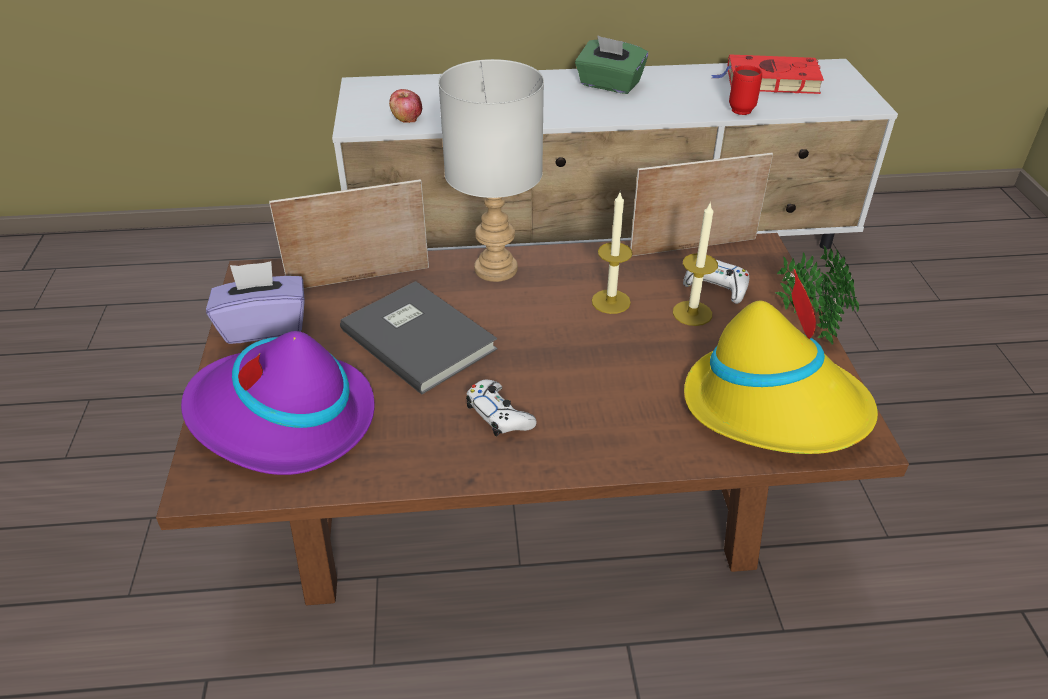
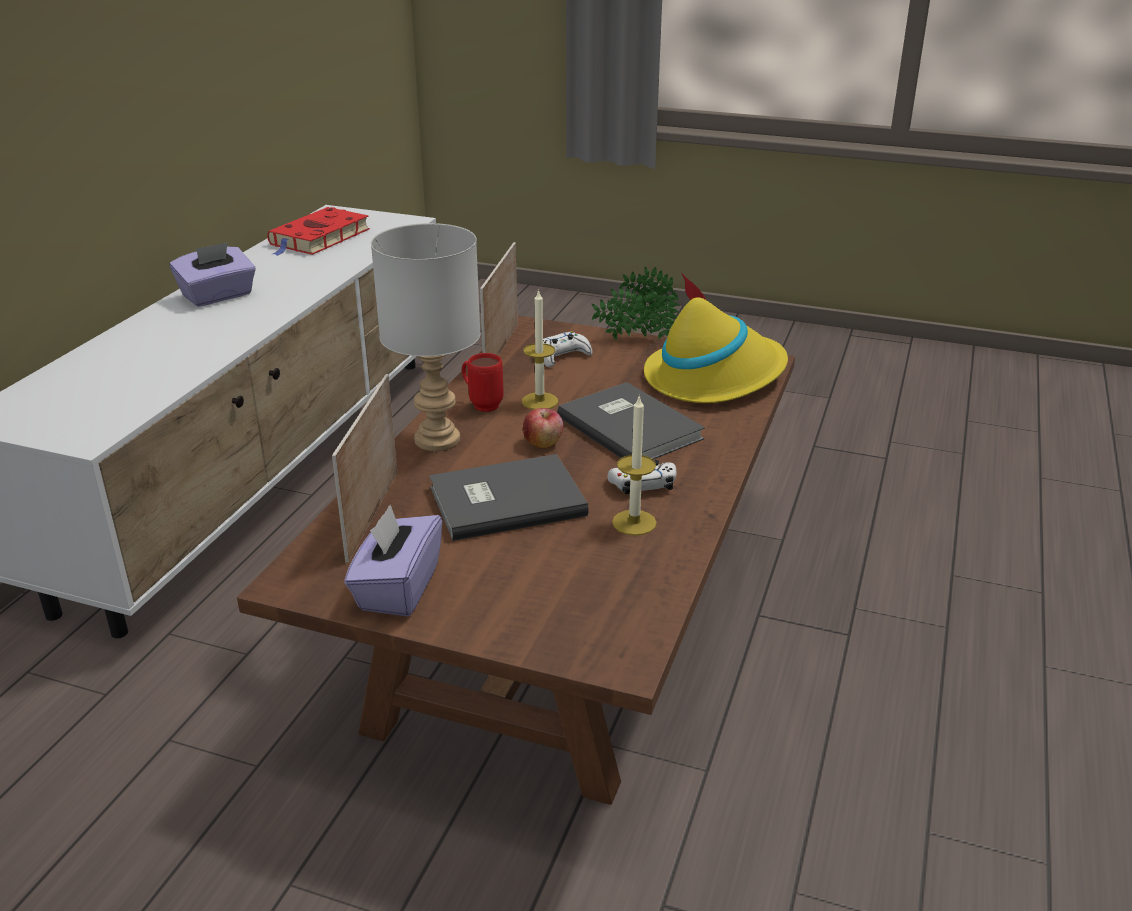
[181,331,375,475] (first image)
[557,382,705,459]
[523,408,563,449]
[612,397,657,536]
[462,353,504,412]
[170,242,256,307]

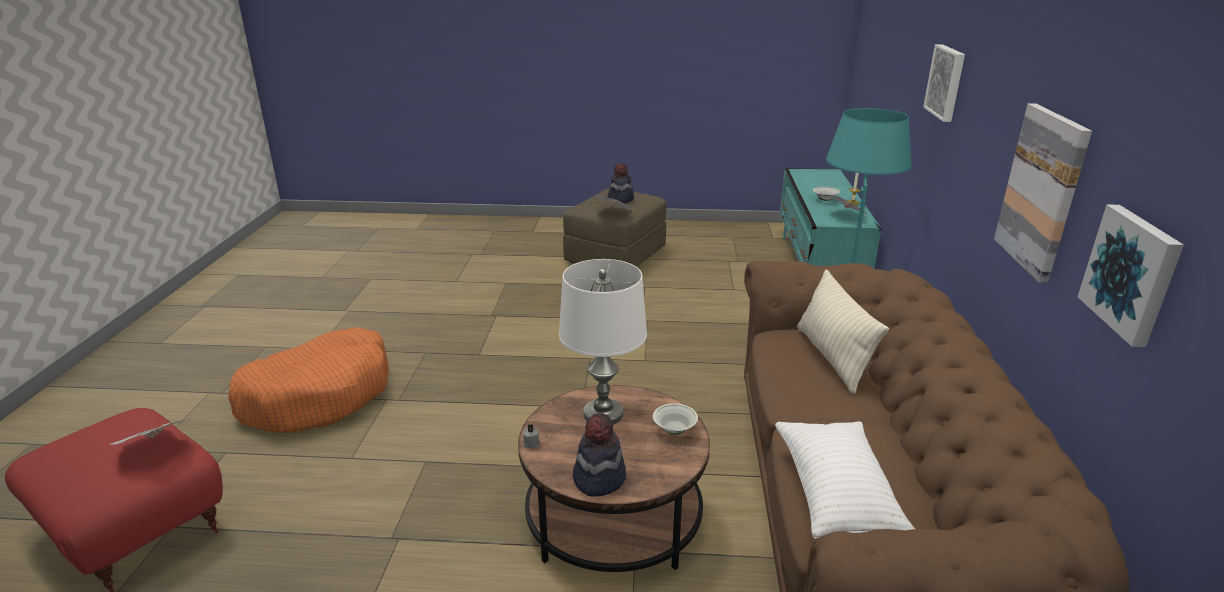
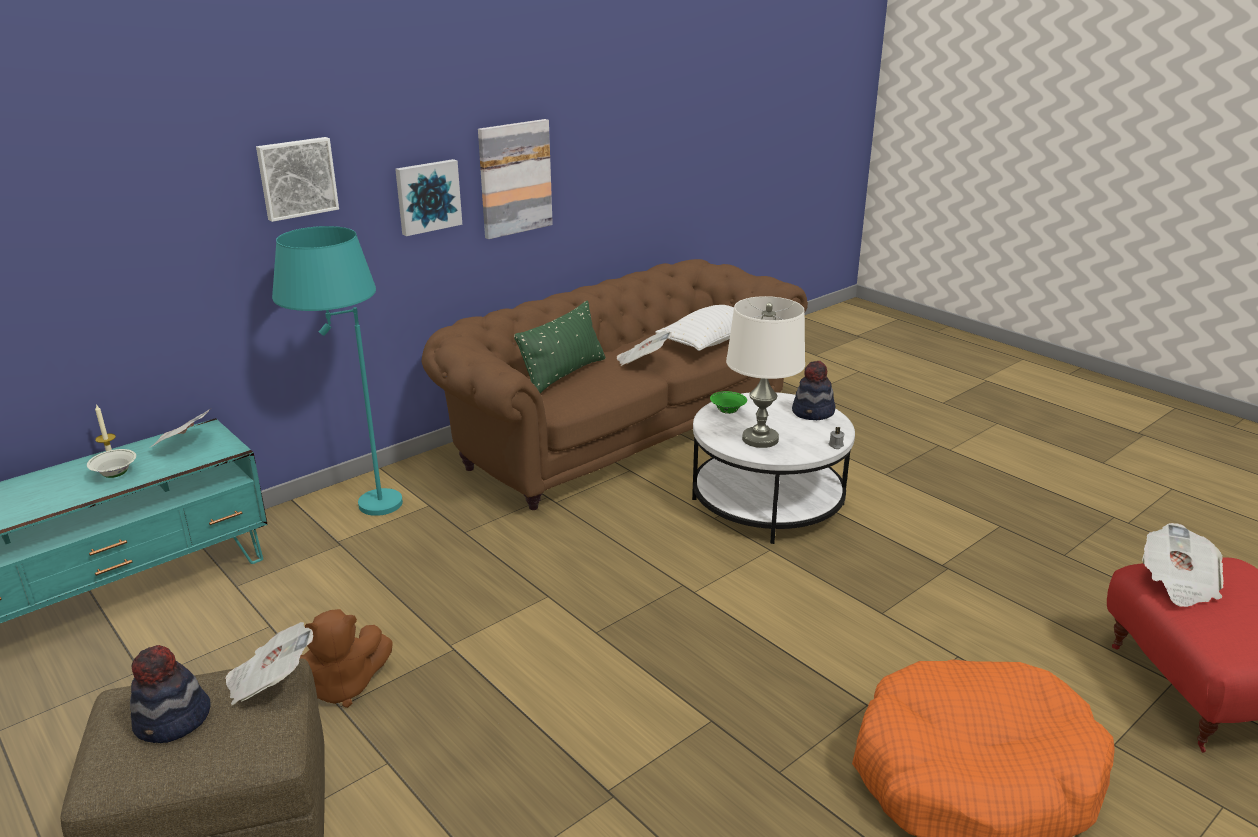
[300,609,393,708]
[617,331,672,366]
[395,159,462,236]
[692,392,855,544]
[710,391,747,414]
[514,301,605,394]

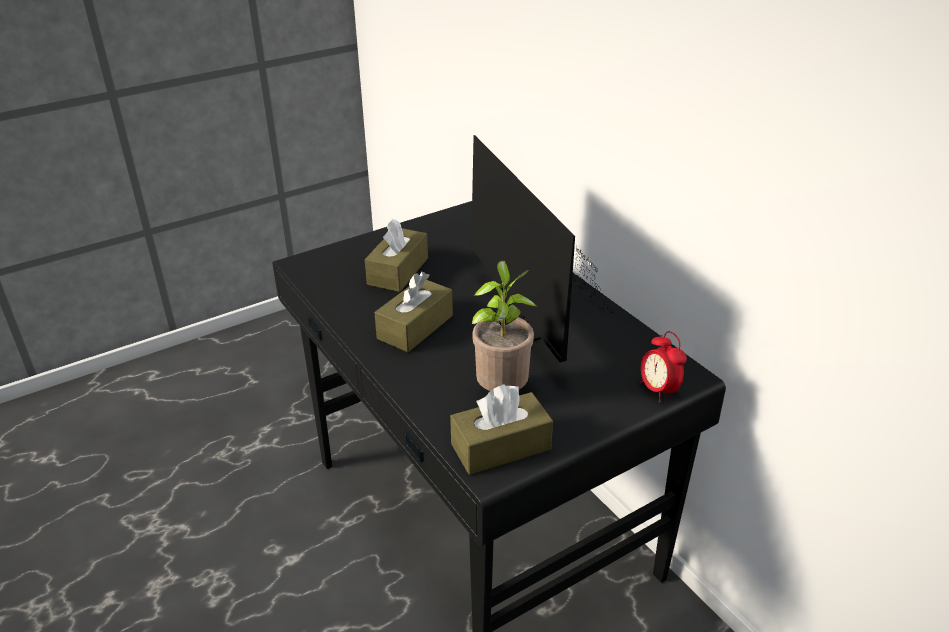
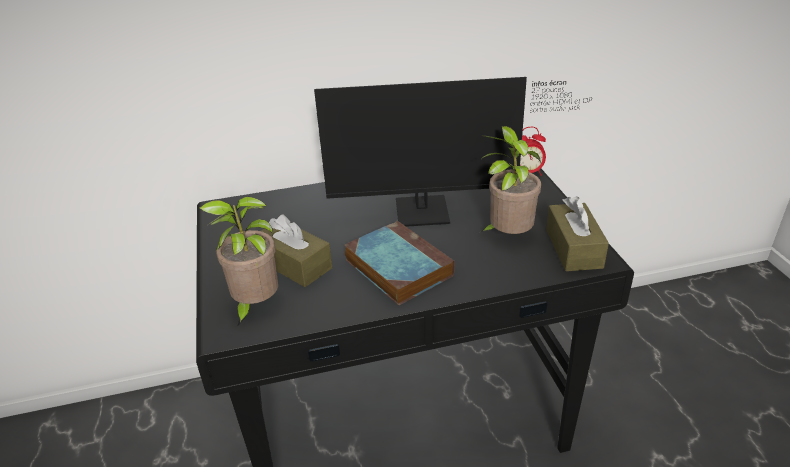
[199,196,278,327]
[345,221,455,305]

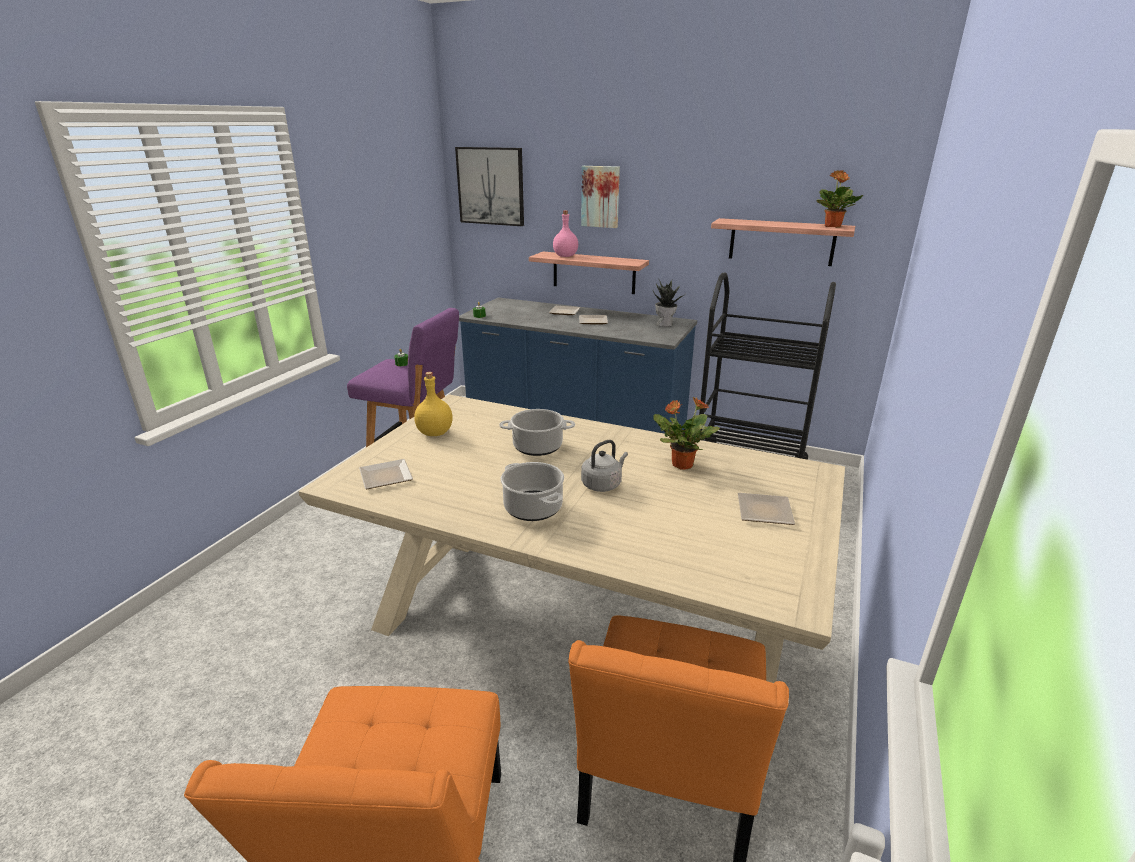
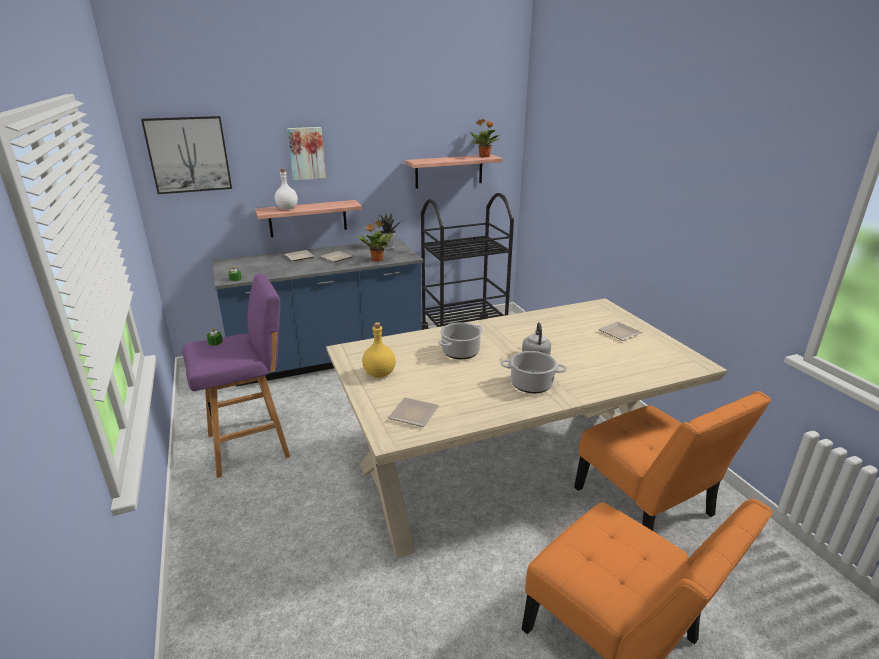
[357,221,393,262]
[275,169,298,210]

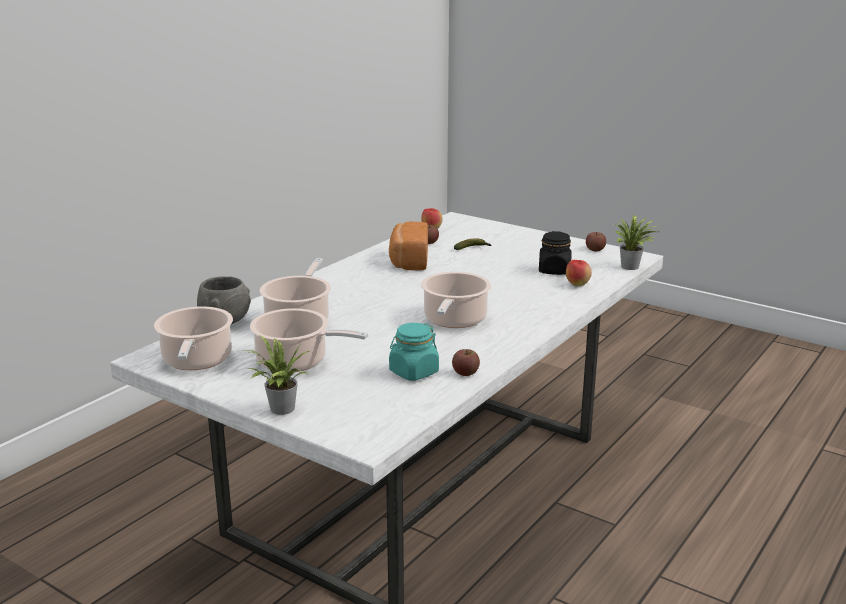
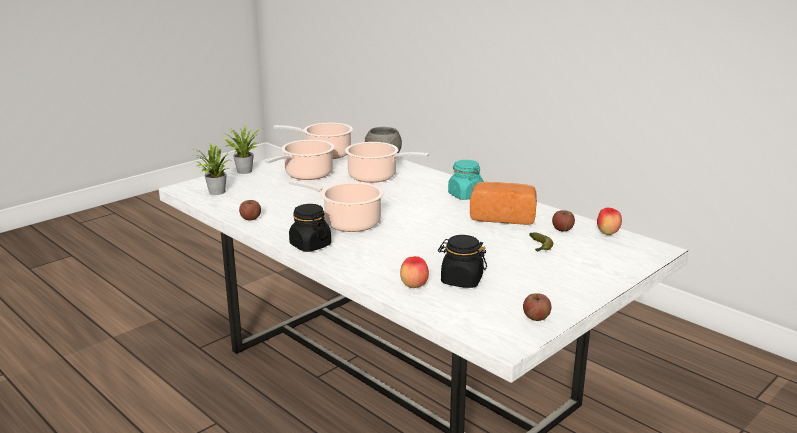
[289,204,331,252]
[448,160,484,200]
[195,143,229,195]

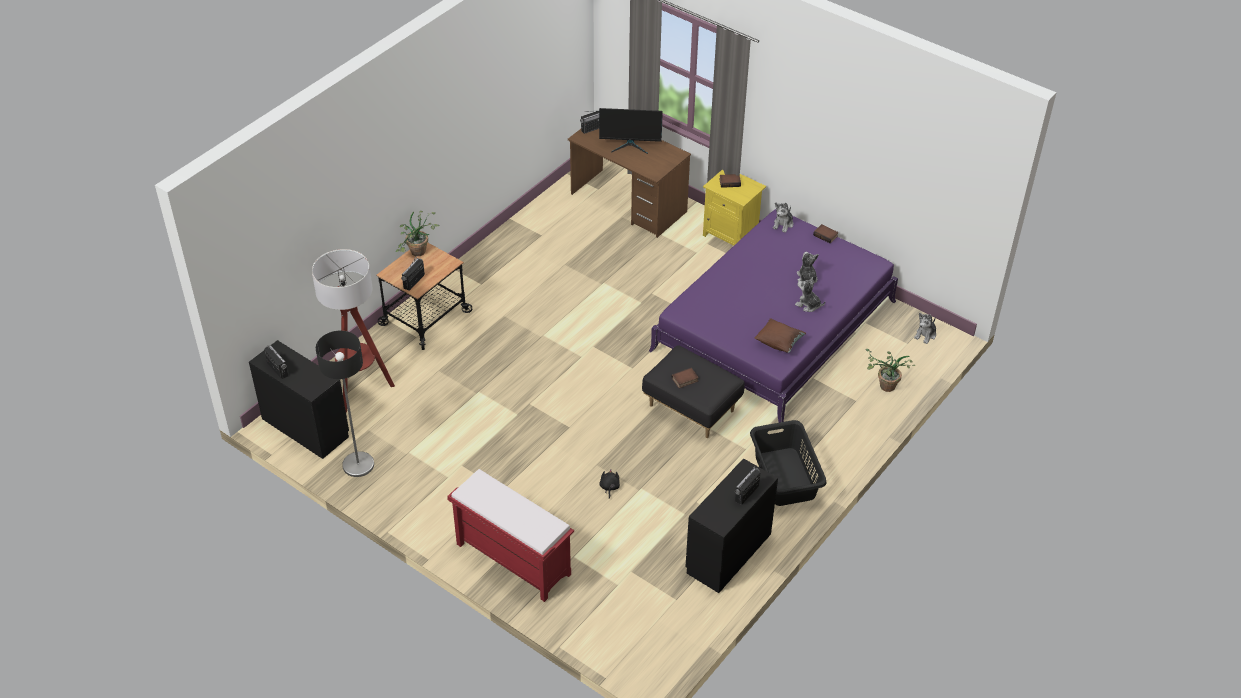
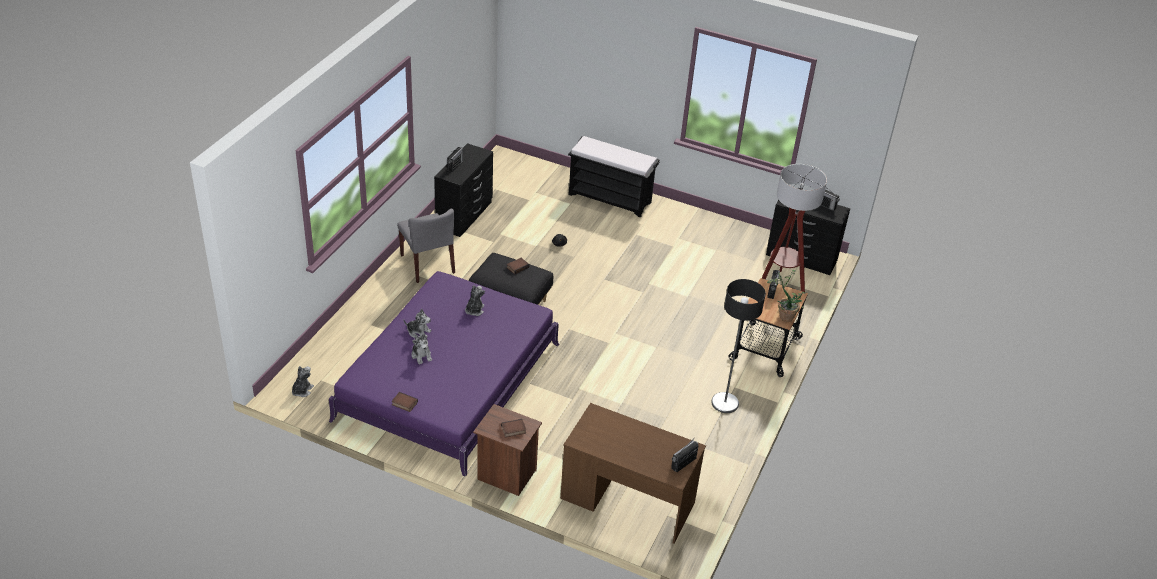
[599,108,663,154] (first image)
[755,318,806,353] (first image)
[866,349,915,392] (first image)
[711,279,766,413]
[465,285,485,316]
[397,208,455,283]
[568,136,660,217]
[473,404,542,496]

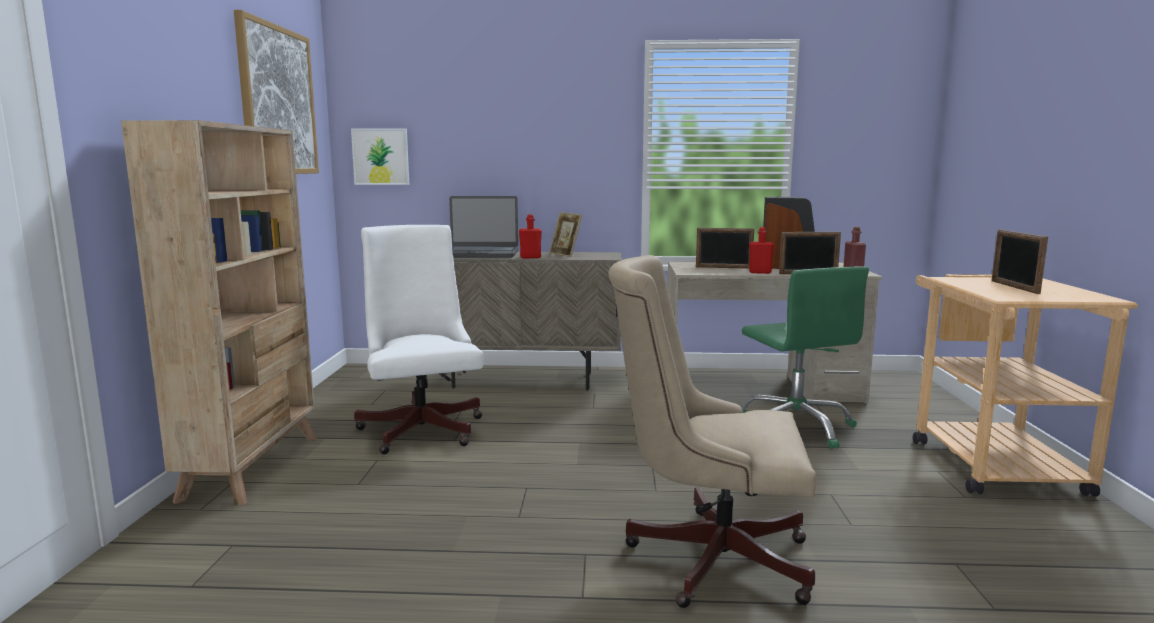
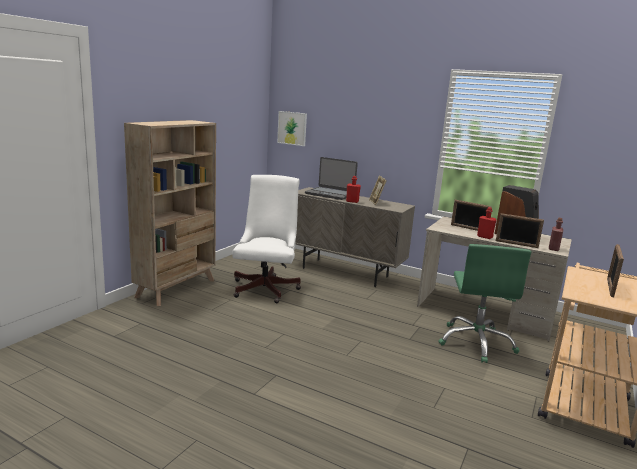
[234,10,319,174] (first image)
[608,255,816,608] (first image)

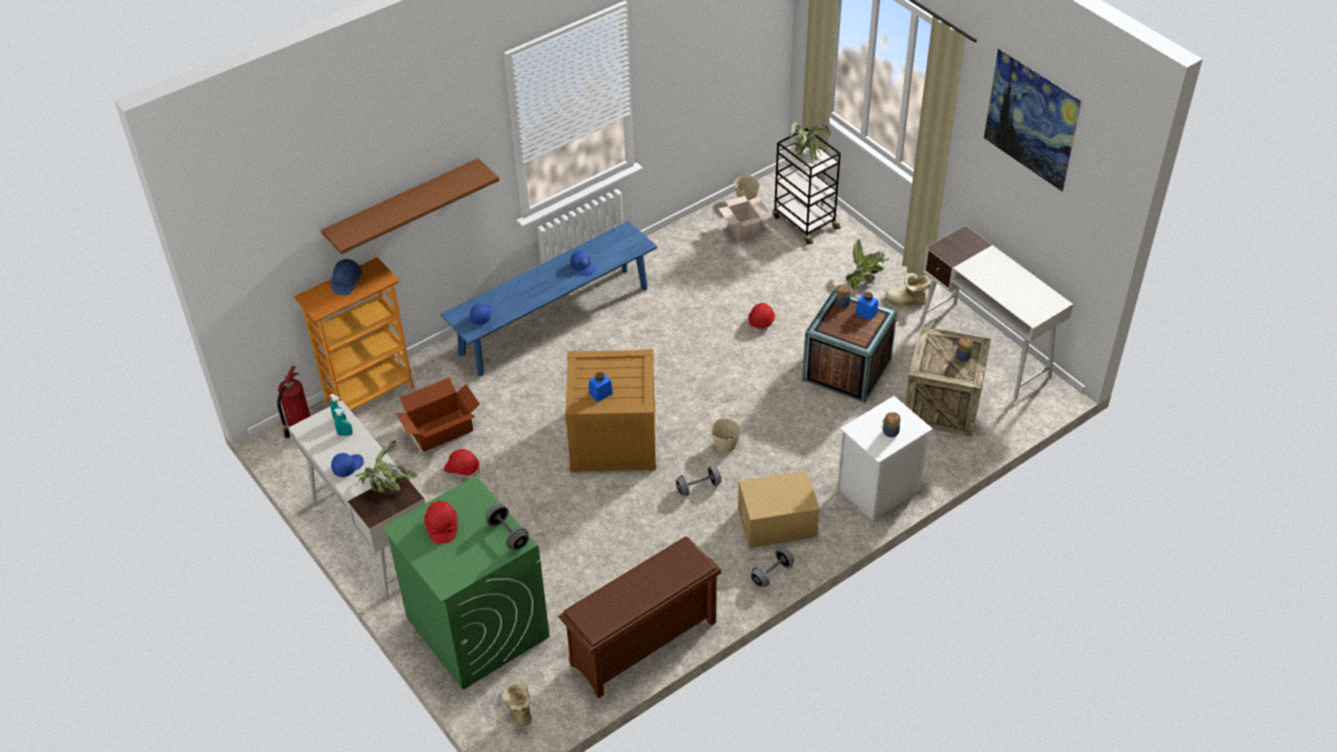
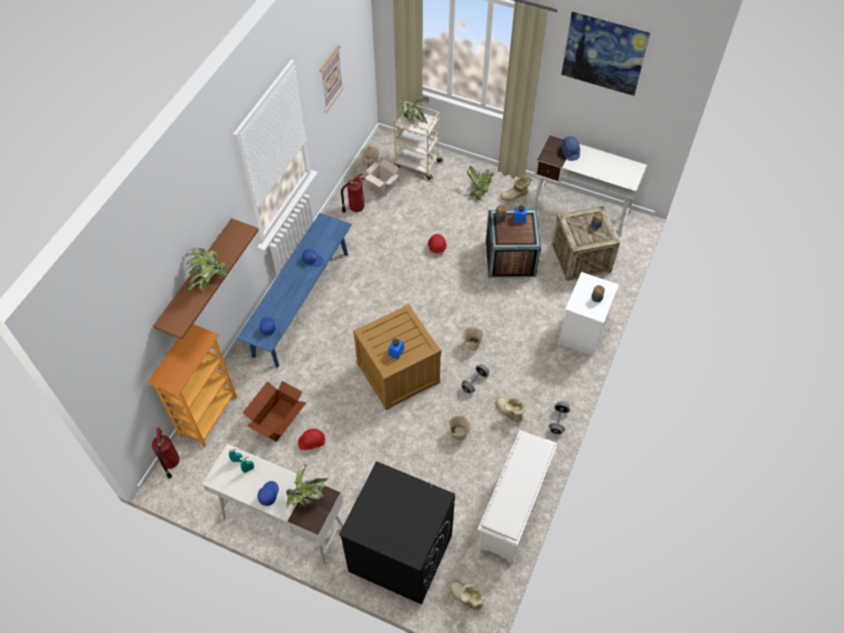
[424,501,458,544] (first image)
[486,504,529,550] (first image)
[738,470,820,548] (first image)
[184,248,227,290]
[319,46,344,113]
[341,173,365,213]
[448,415,471,441]
[496,397,526,423]
[561,136,580,161]
[339,461,455,605]
[478,430,558,563]
[394,101,444,180]

